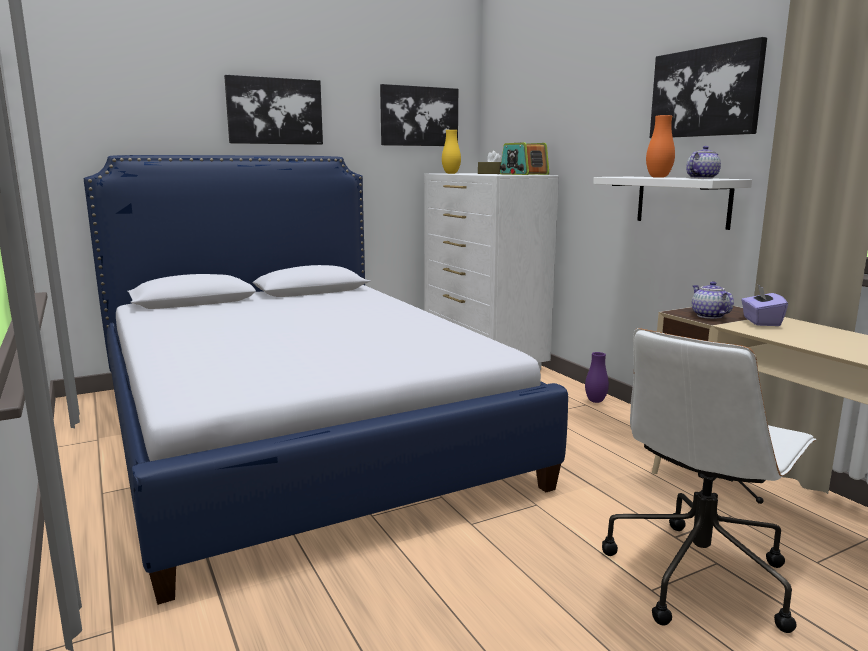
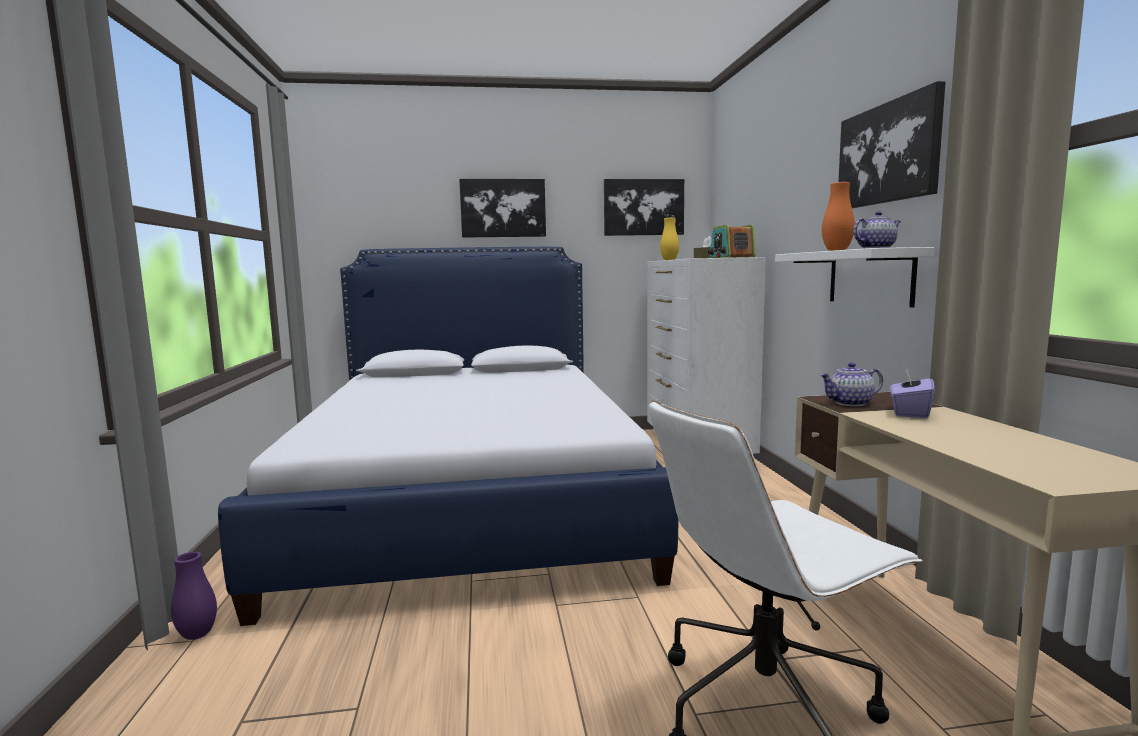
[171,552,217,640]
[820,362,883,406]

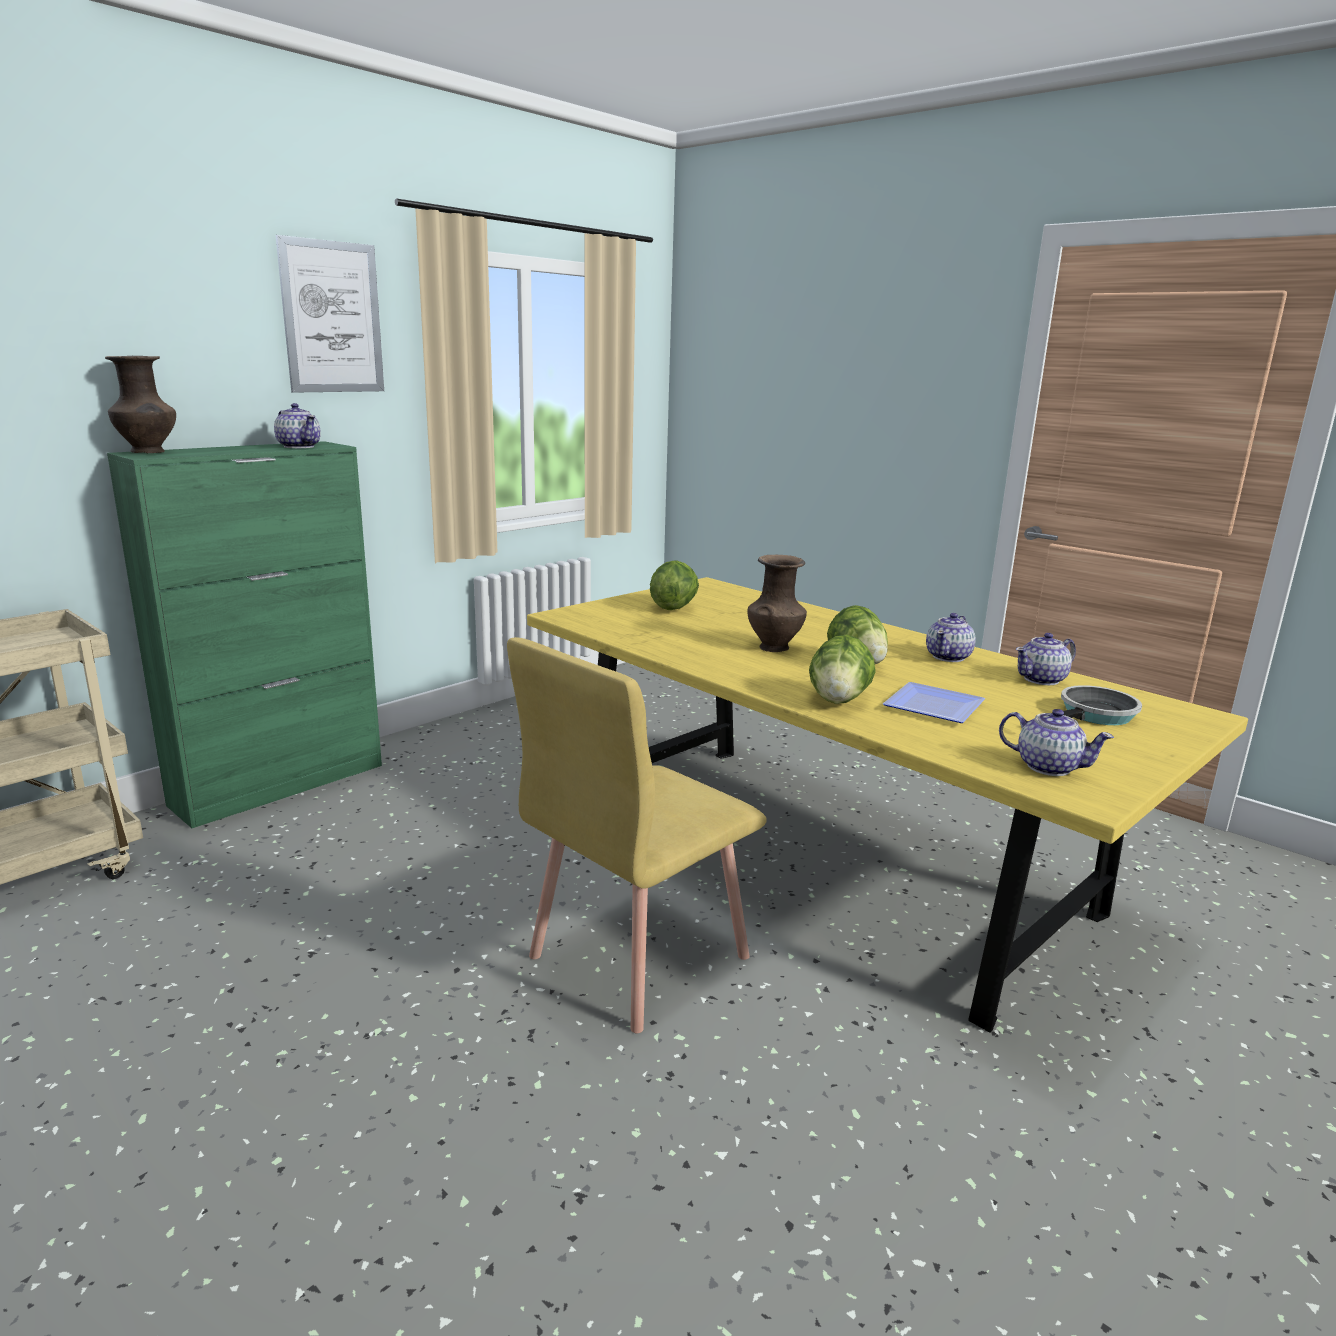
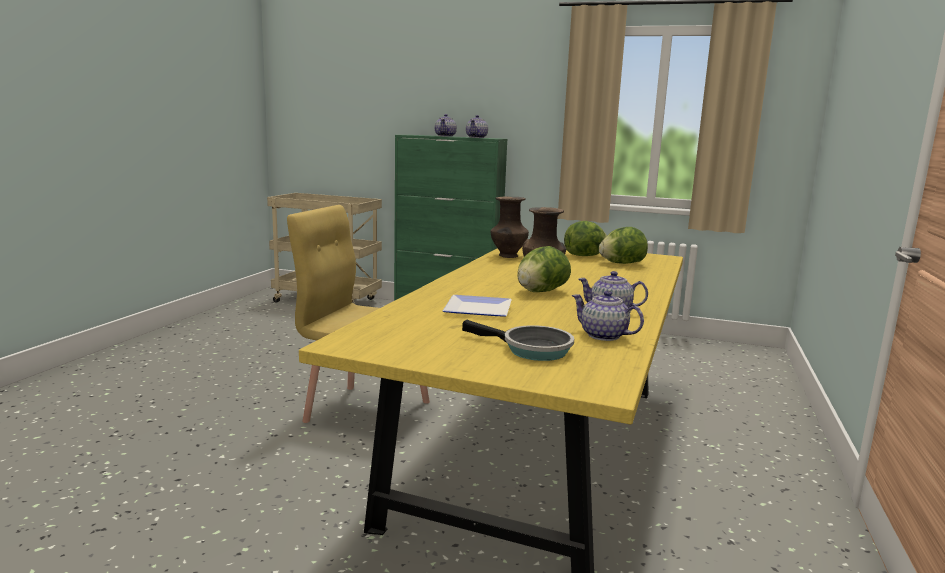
[276,235,384,392] (first image)
[490,197,529,258]
[599,227,648,264]
[435,114,457,137]

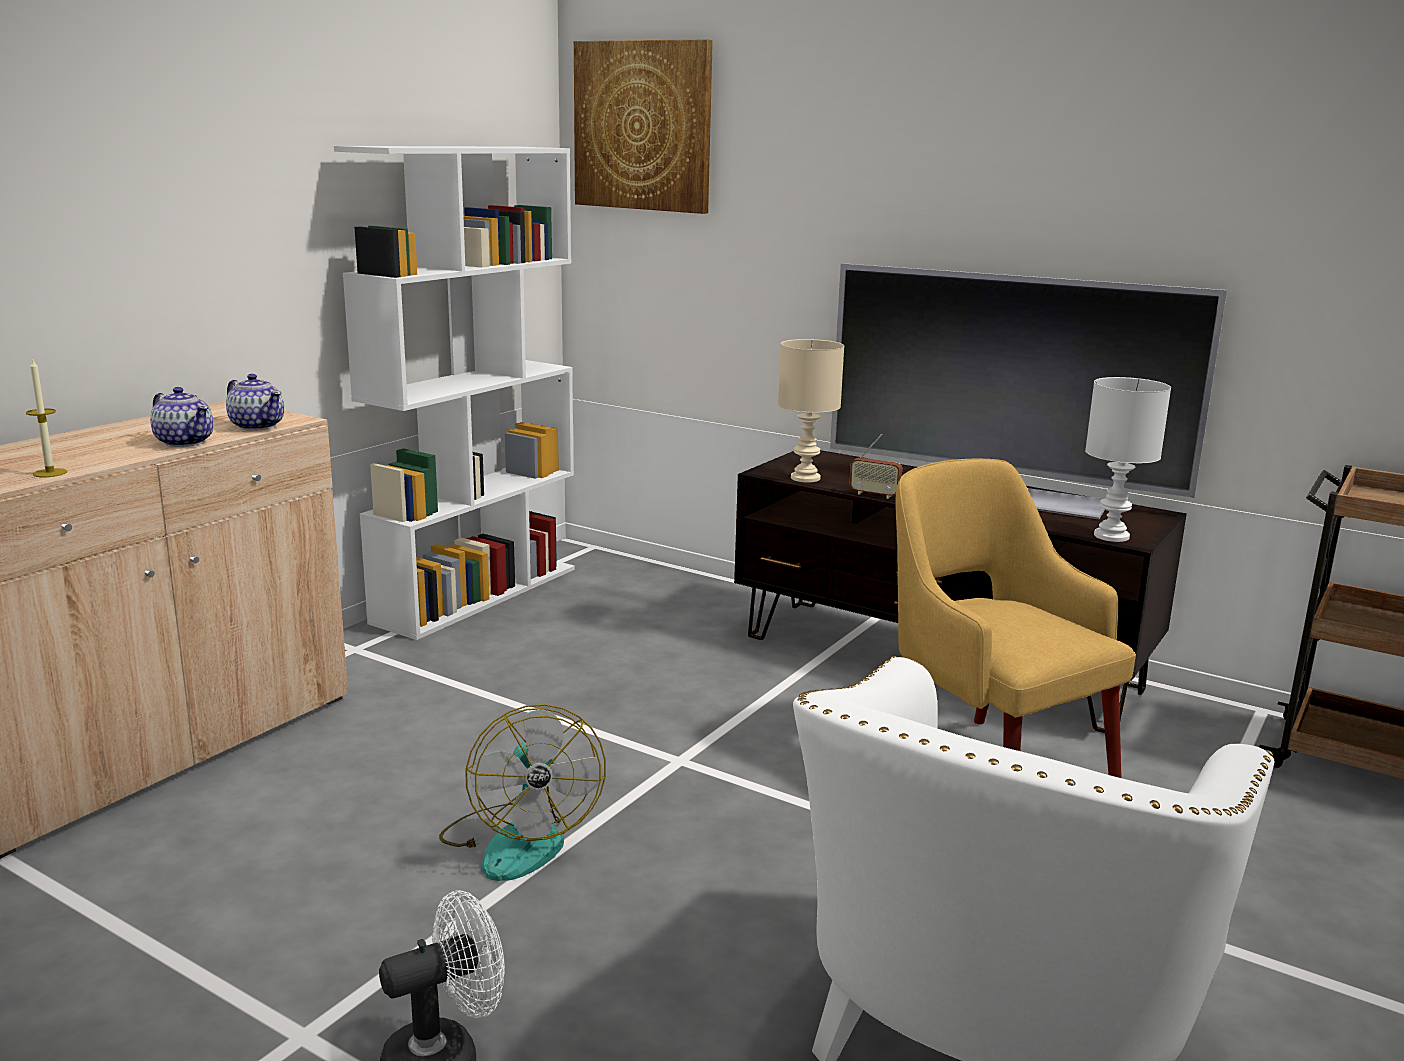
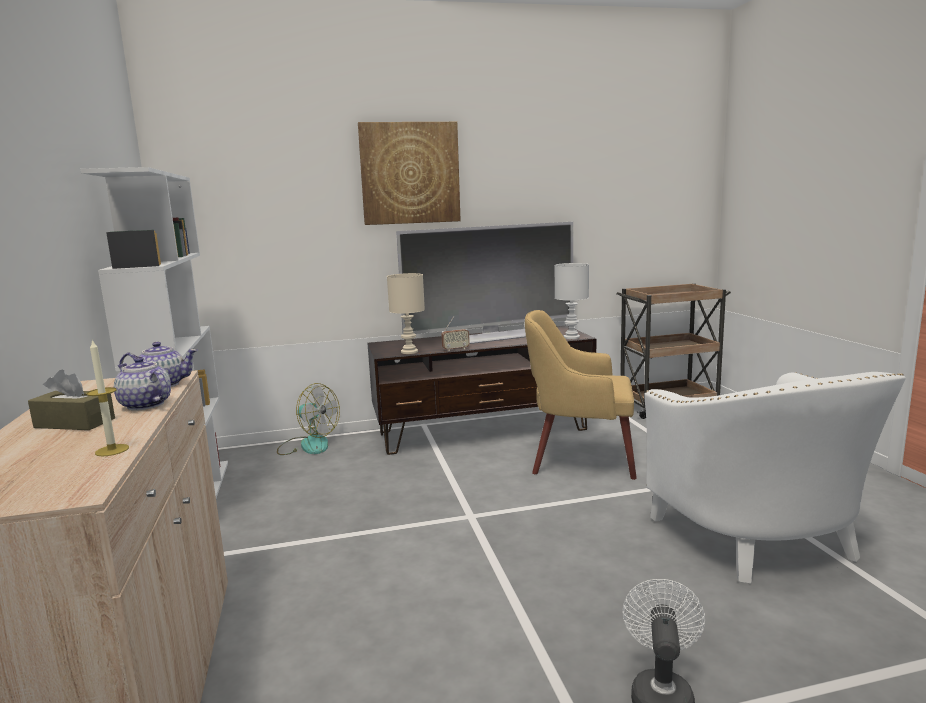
[28,369,115,430]
[277,383,340,455]
[358,122,461,225]
[114,357,171,411]

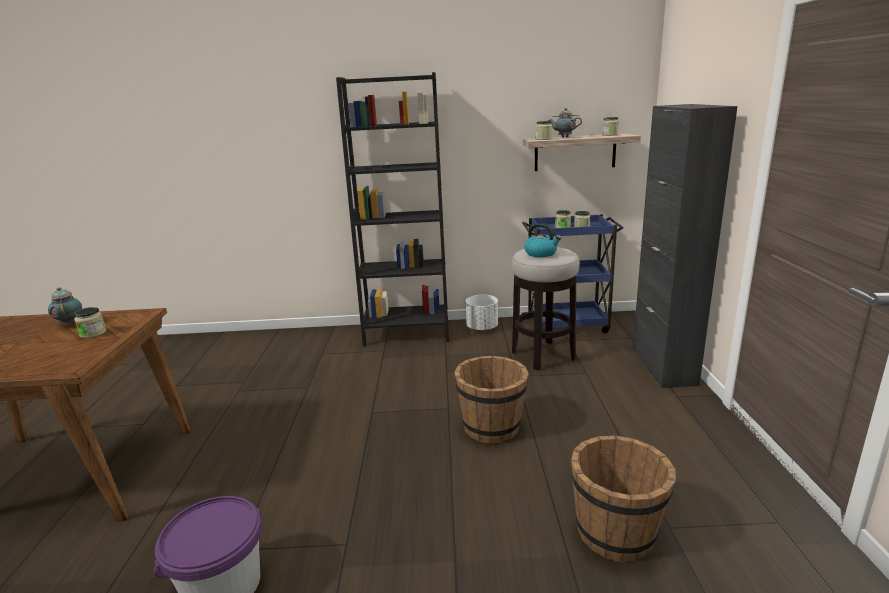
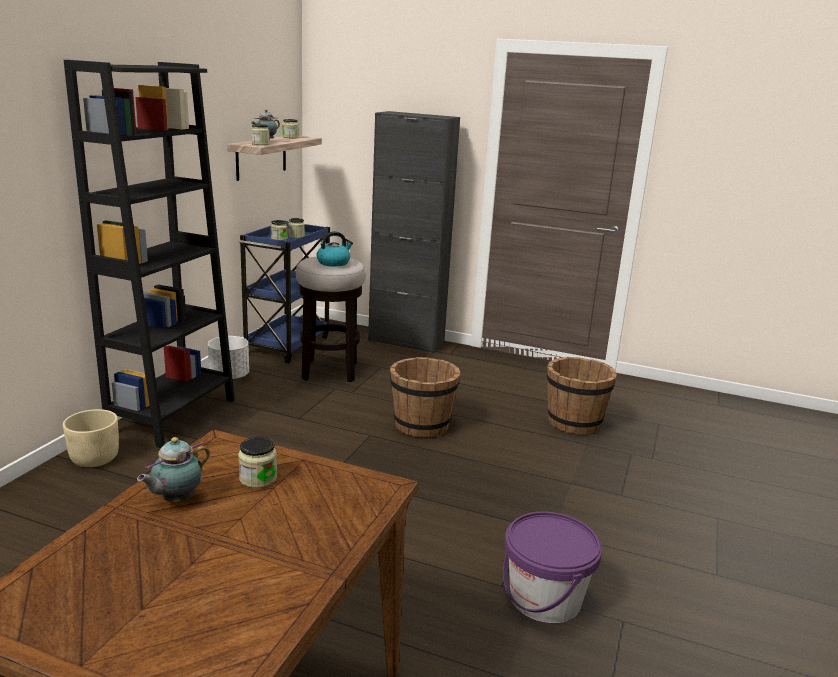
[63,409,119,467]
[137,437,210,502]

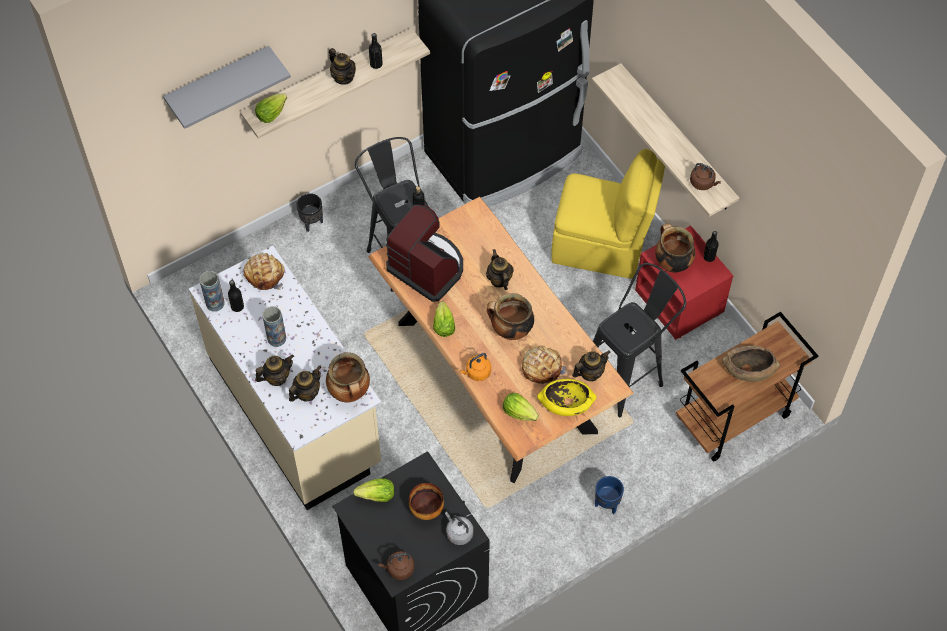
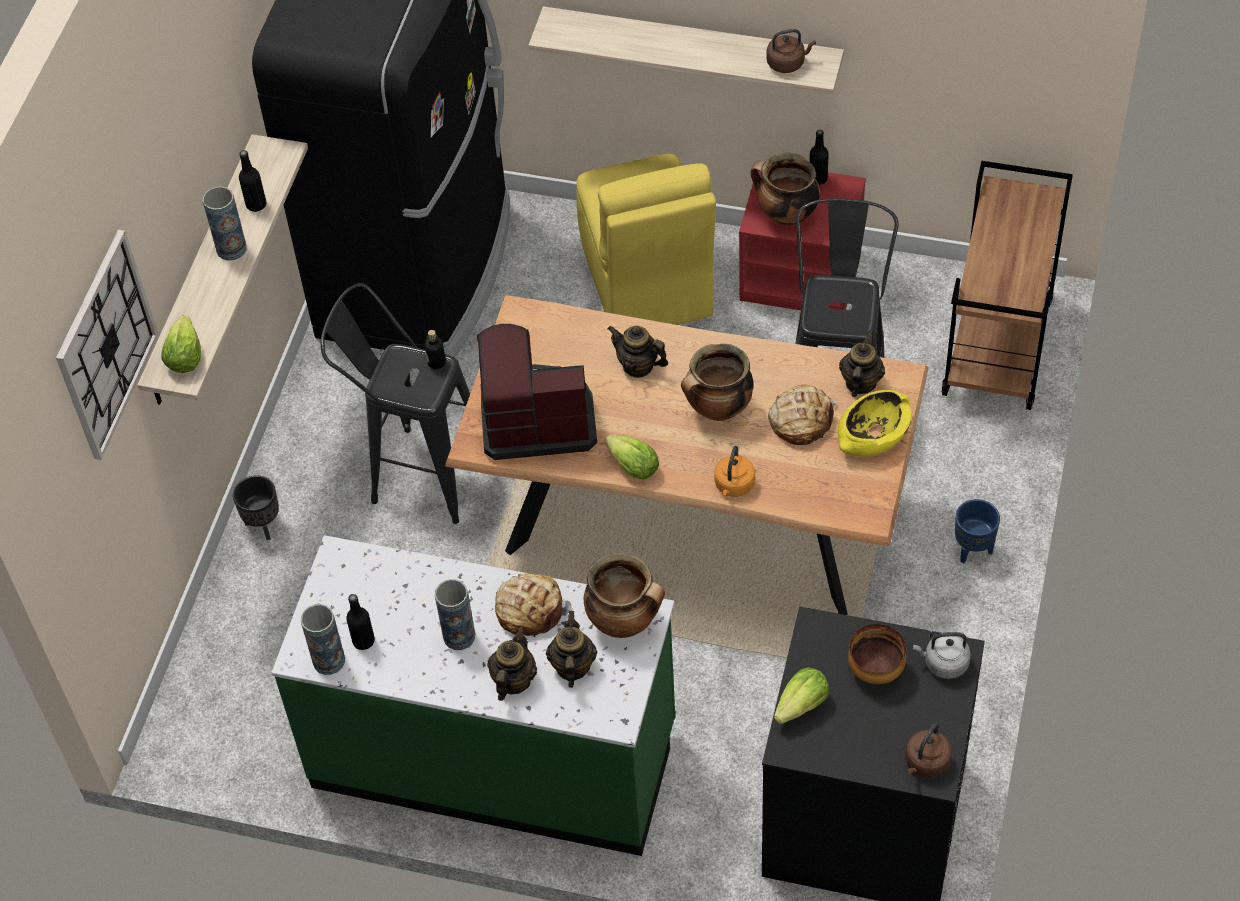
[503,393,539,421] (first image)
[722,346,780,382] (first image)
[495,574,574,637]
[56,230,158,460]
[203,186,247,261]
[271,535,675,856]
[576,154,716,325]

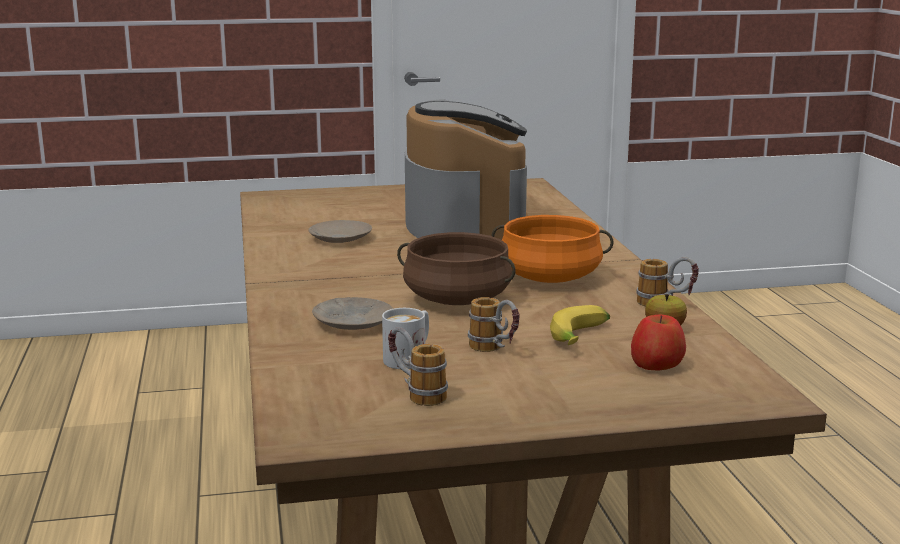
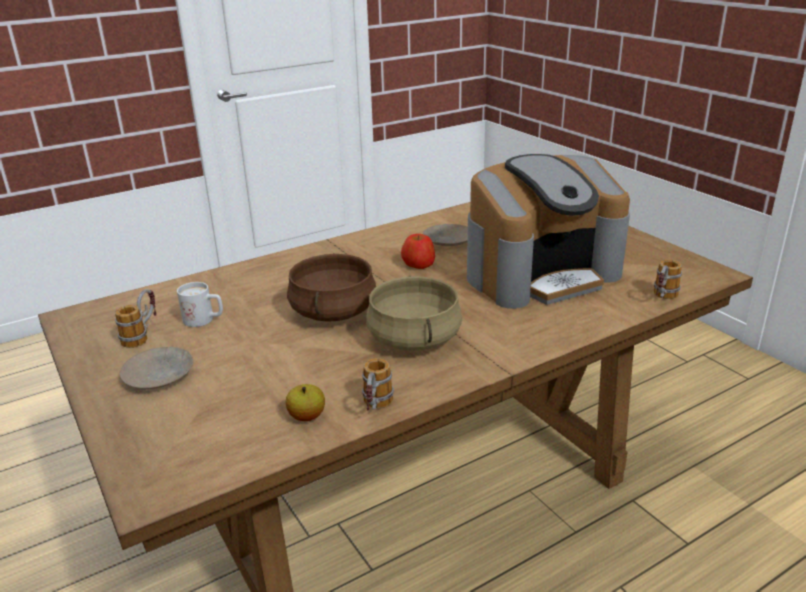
[550,305,610,345] (first image)
[120,347,193,389]
[654,260,682,299]
[401,234,435,269]
[366,276,462,351]

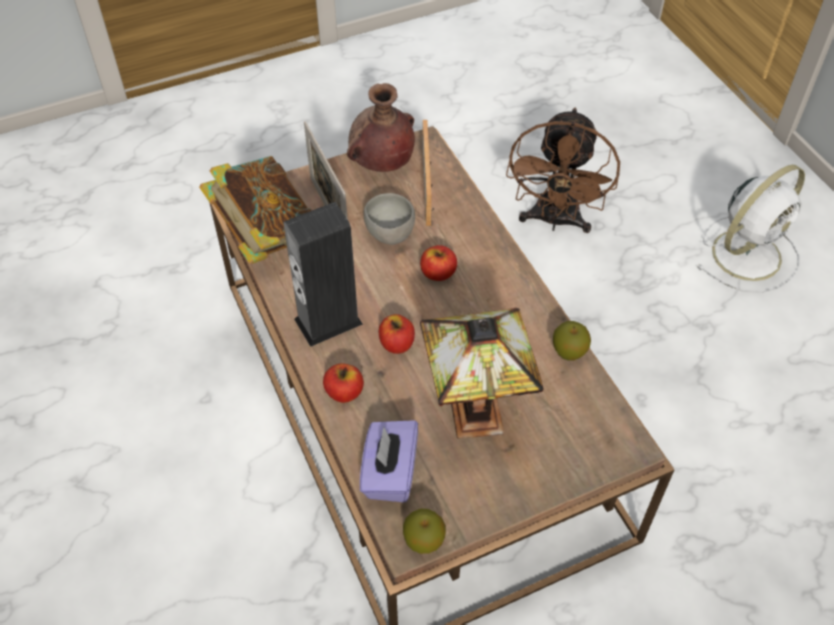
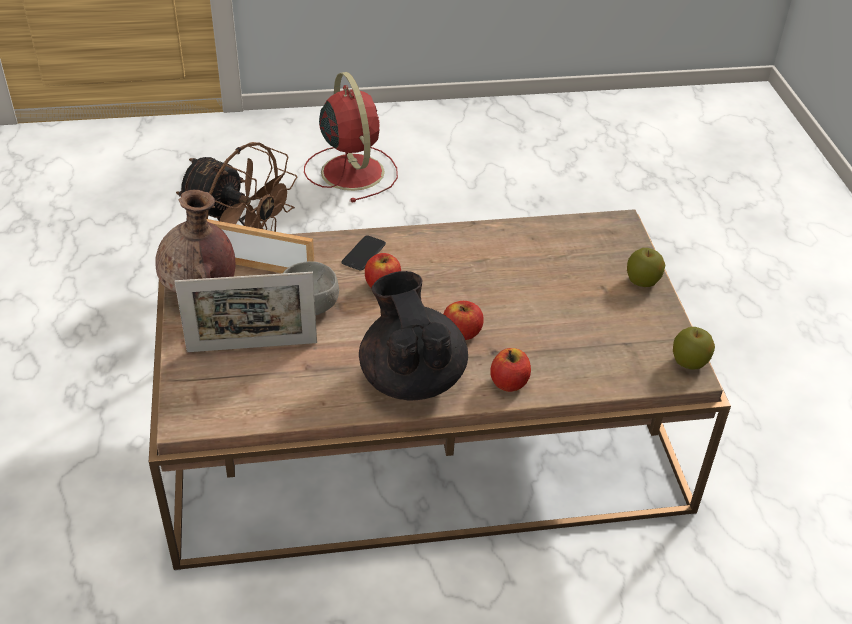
[199,156,312,264] (first image)
[360,420,418,502] (first image)
[420,308,544,439] (first image)
[341,235,386,271]
[627,248,665,287]
[359,271,468,400]
[304,72,398,203]

